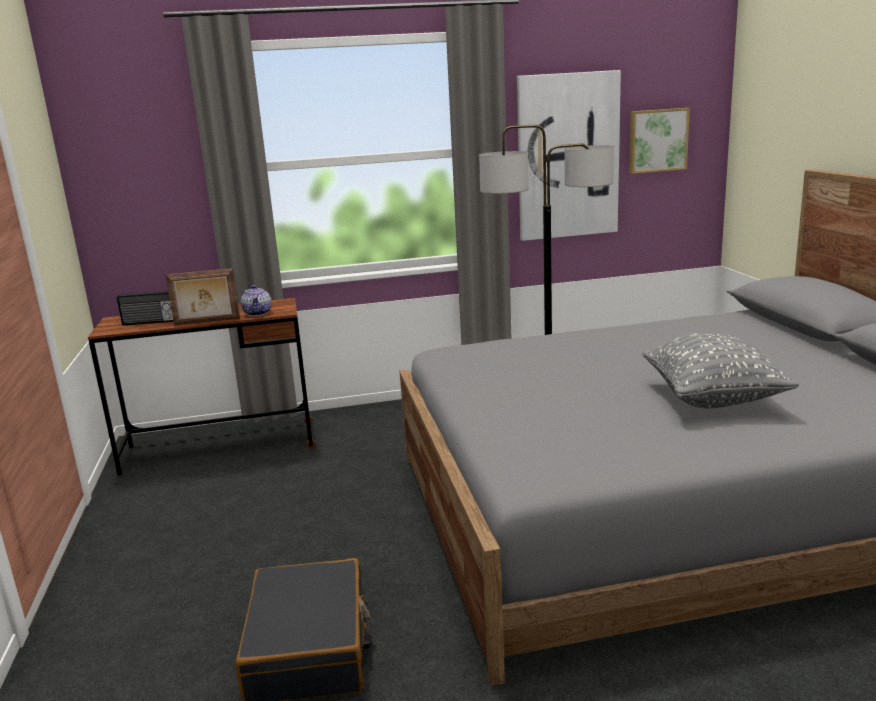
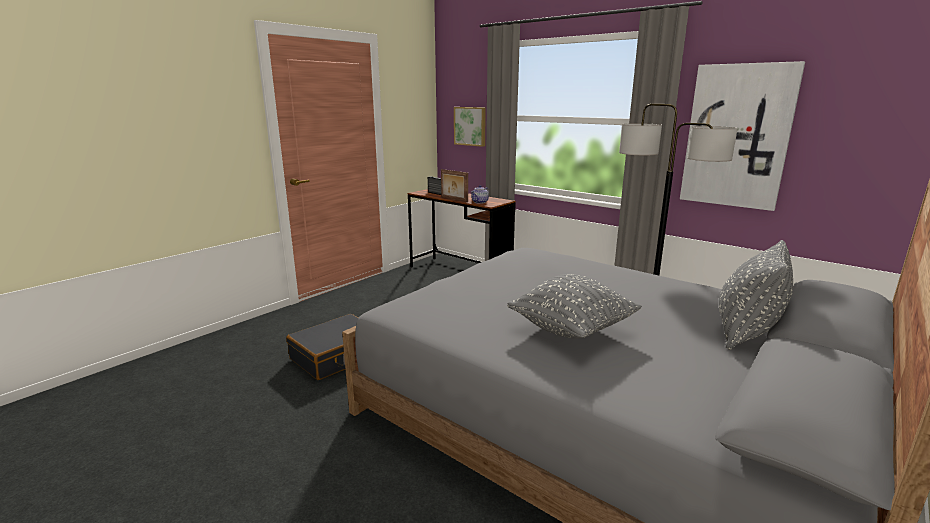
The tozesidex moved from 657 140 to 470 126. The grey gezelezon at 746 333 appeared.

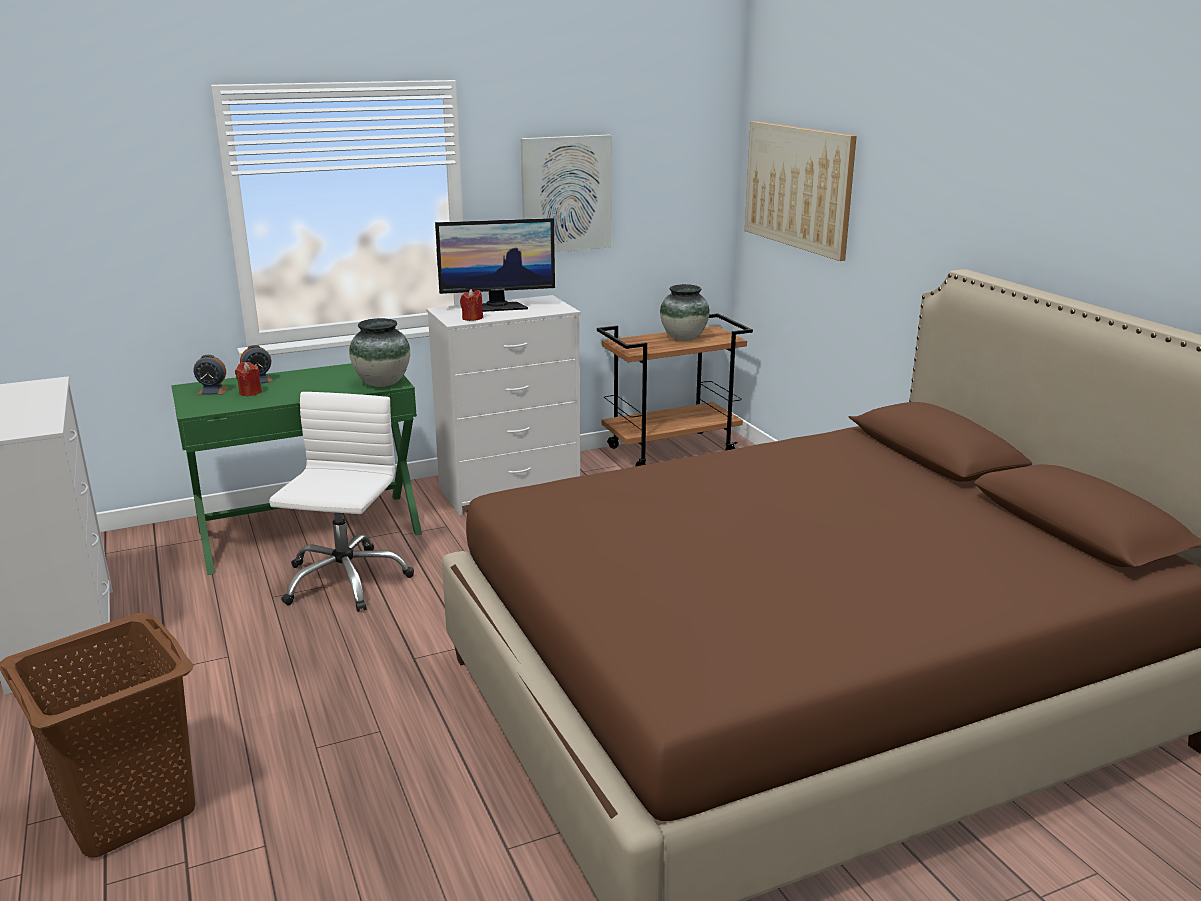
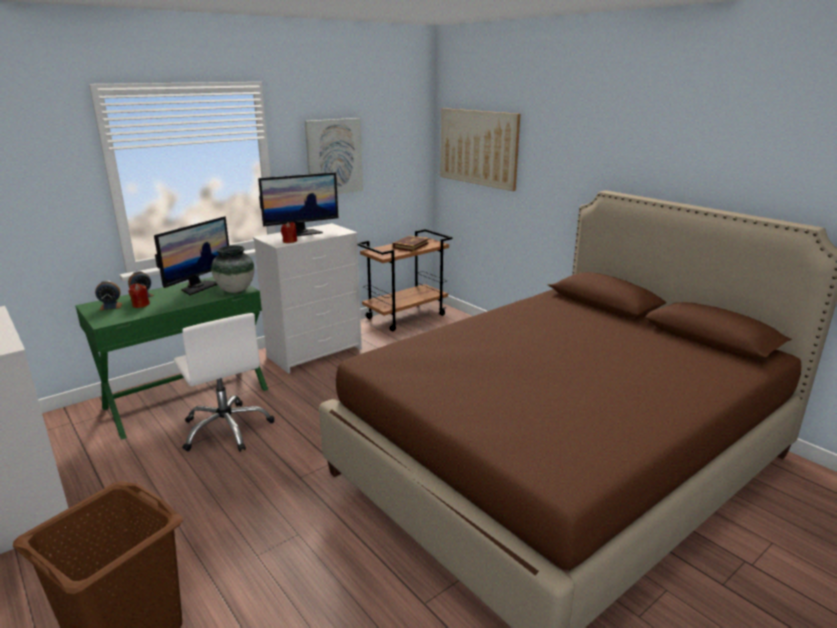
The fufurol at 198 287 appeared. The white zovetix at 345 580 turned 150 degrees clockwise. The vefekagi at 684 338 was replaced by the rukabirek at 410 246.

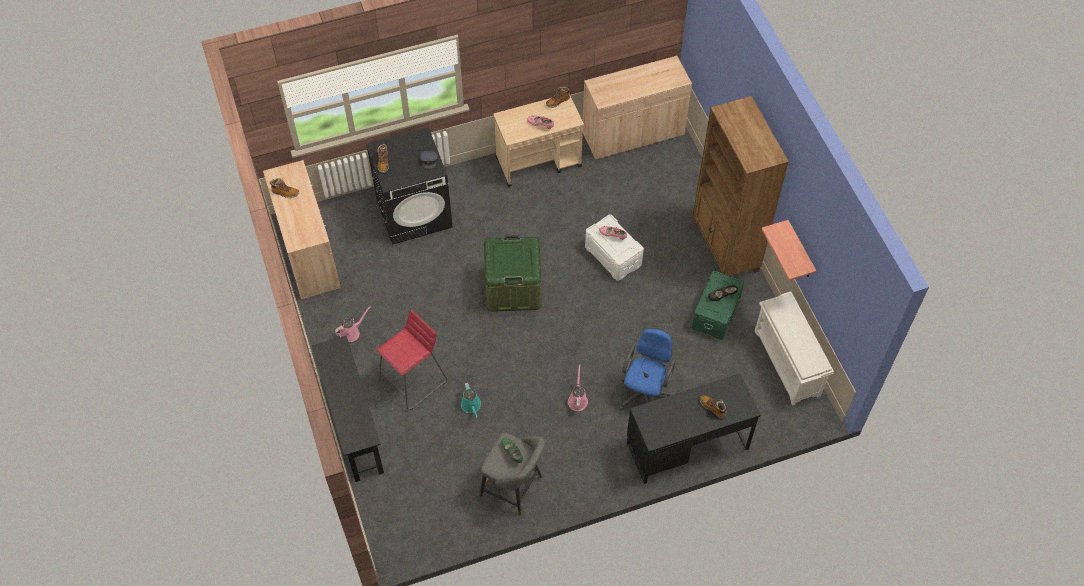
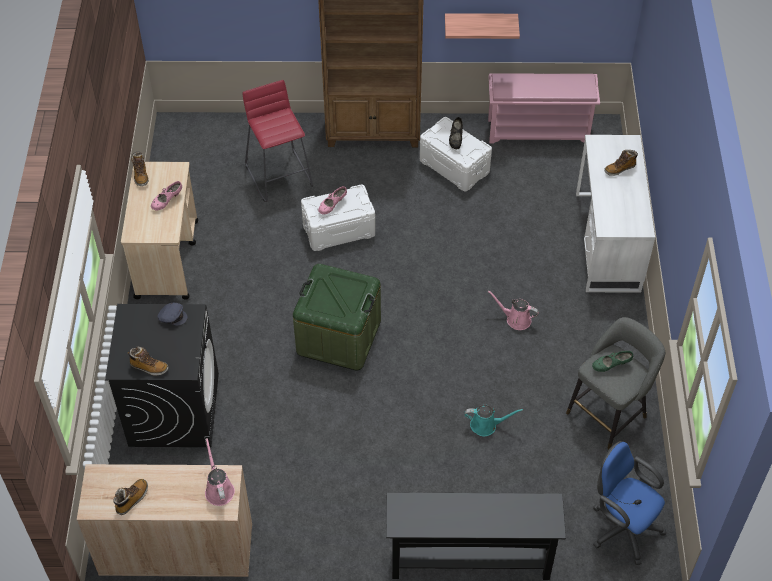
The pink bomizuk moved from 351 332 to 218 489. The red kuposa moved from 414 381 to 279 175. The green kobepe at 716 313 became the white kobepe at 454 166. The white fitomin at 788 363 became the pink fitomin at 539 130. The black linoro at 687 445 became the white linoro at 607 242. The blue zovetix moved from 645 392 to 621 527. The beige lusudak at 633 134 disappeared.

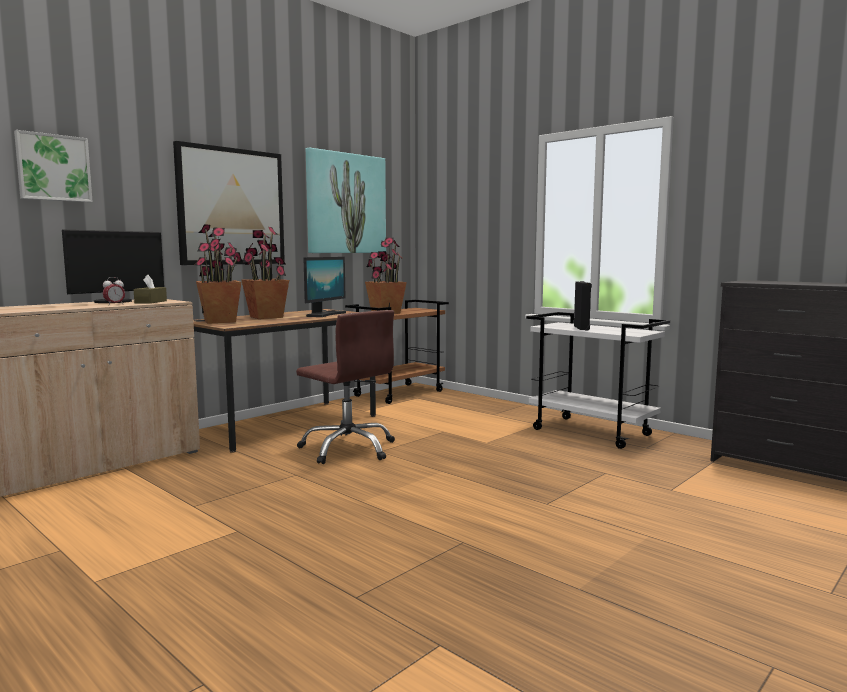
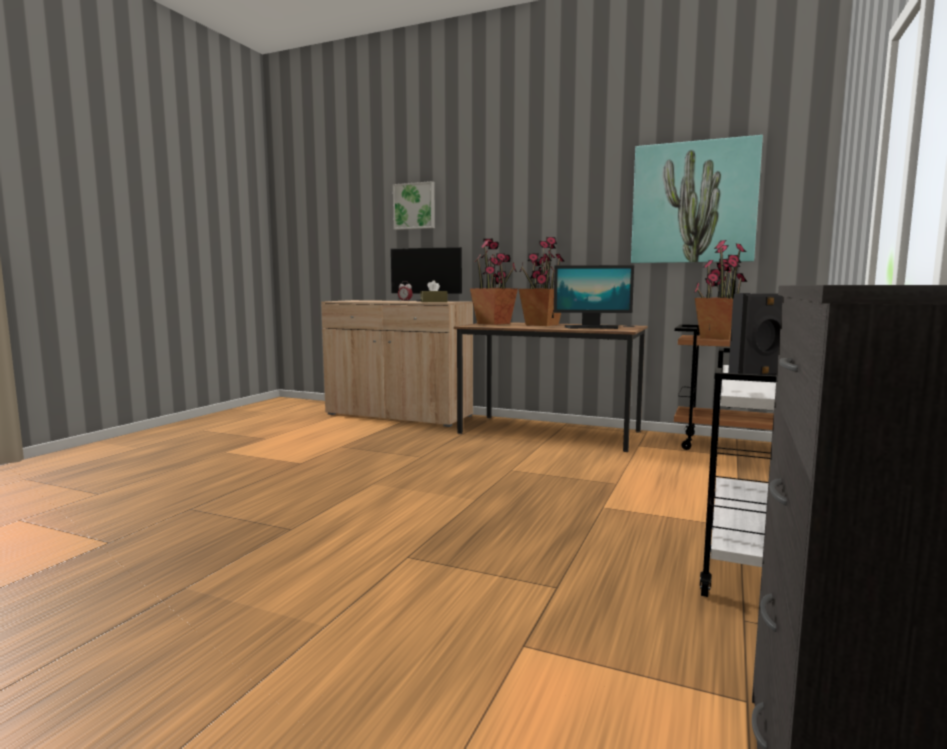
The tozesidex at 231 207 disappeared. The brown zovetix at 348 449 disappeared.

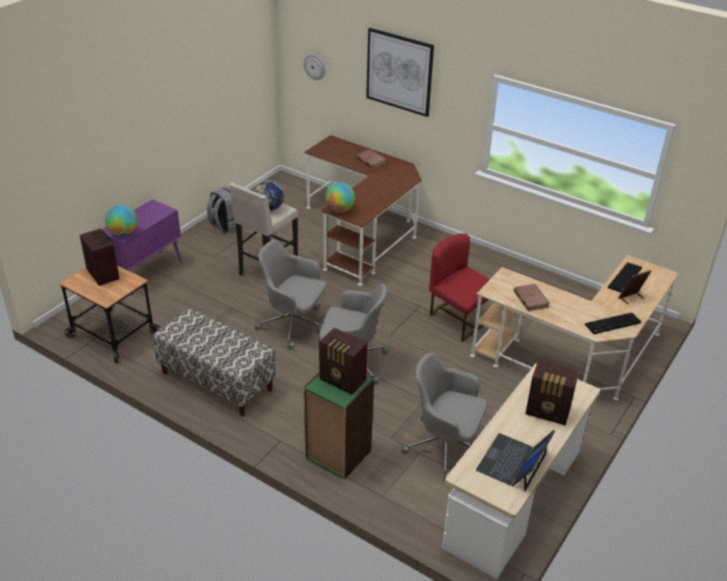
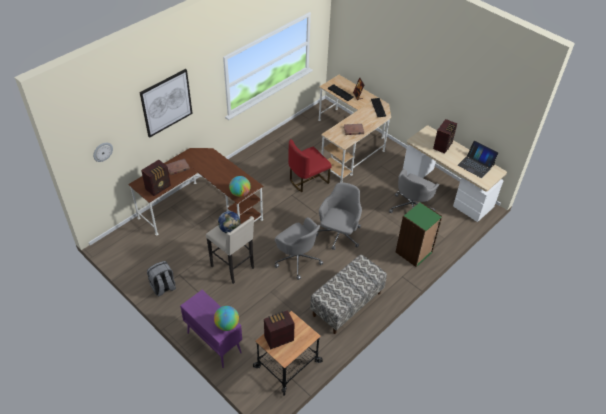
The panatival moved from 343 381 to 159 187. The grey zovetix at 293 325 turned 75 degrees counterclockwise.

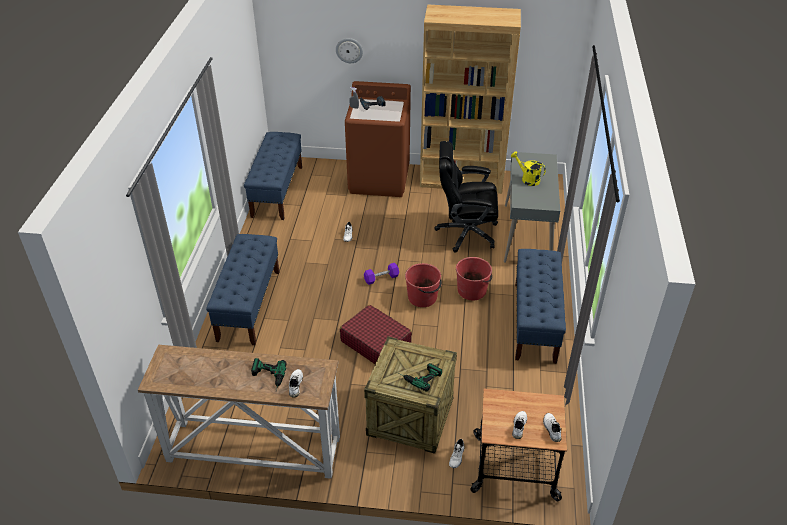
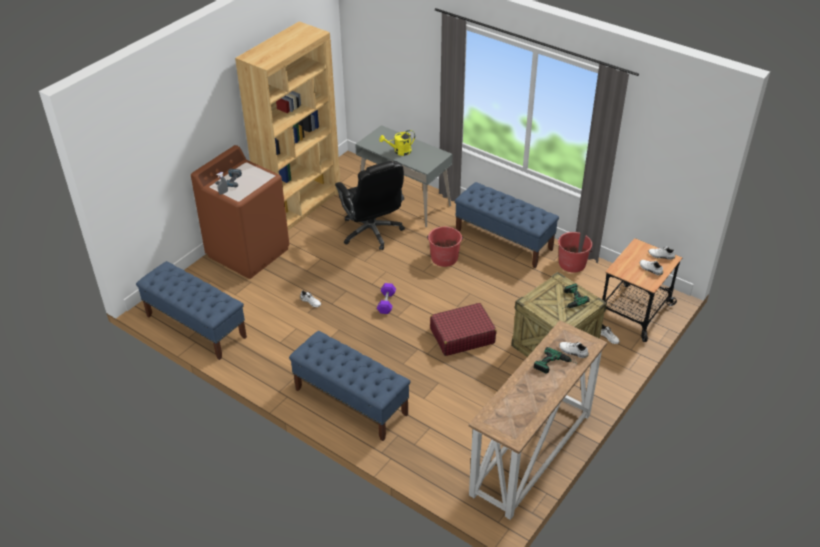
The black zovetix at 465 233 turned 60 degrees counterclockwise. The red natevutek moved from 423 297 to 572 263. The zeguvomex at 349 50 disappeared.

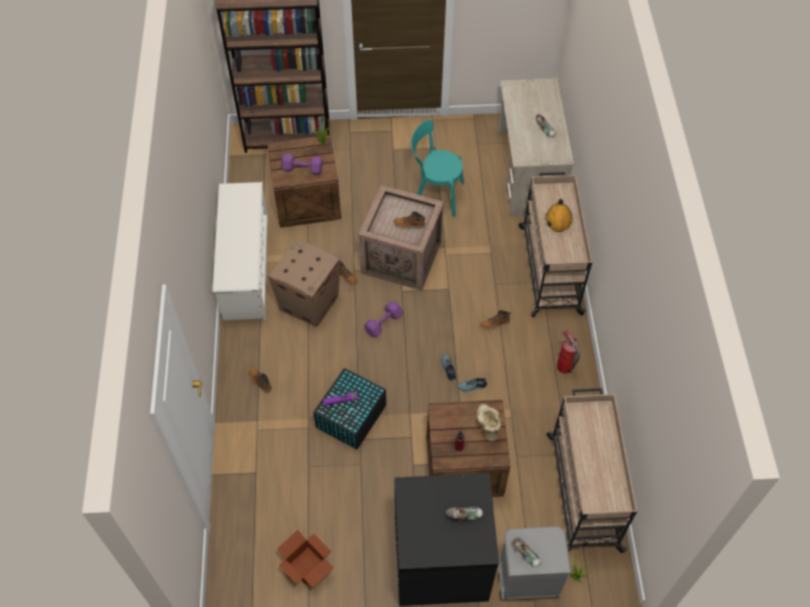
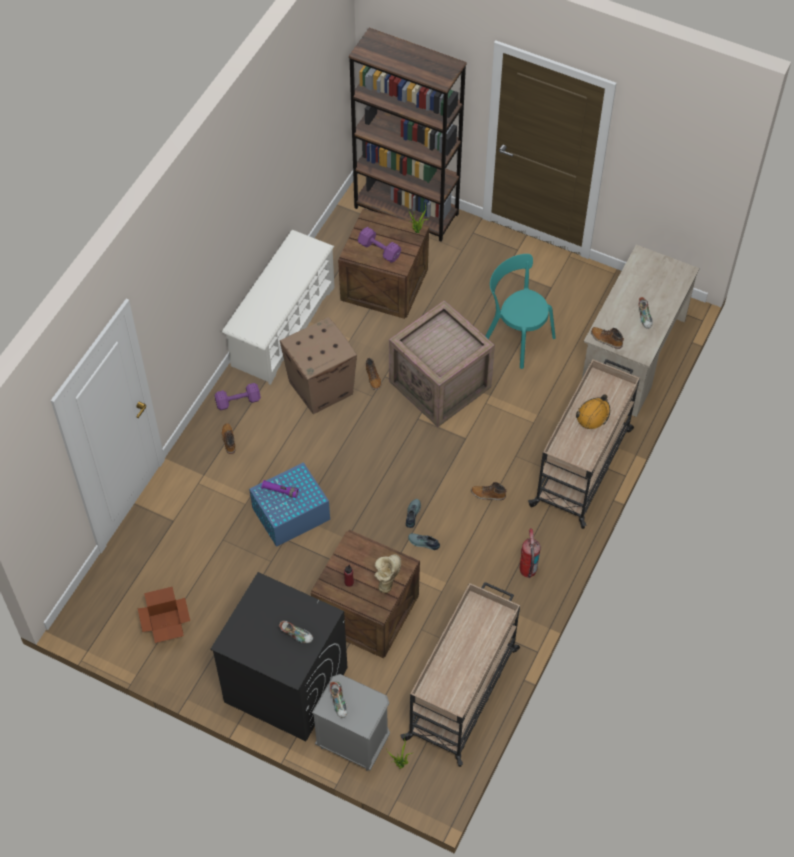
The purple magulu moved from 382 324 to 237 401. The black kobepe at 350 417 became the blue kobepe at 289 514. The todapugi moved from 409 224 to 606 339.

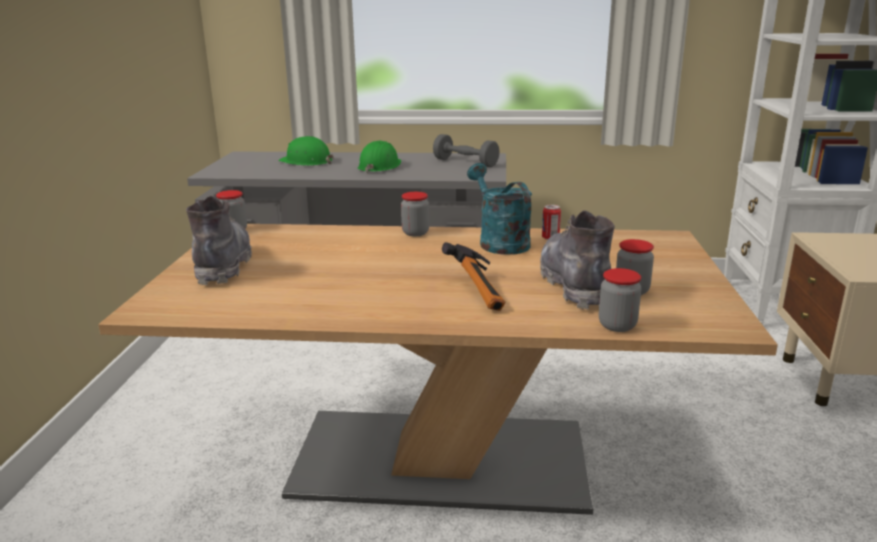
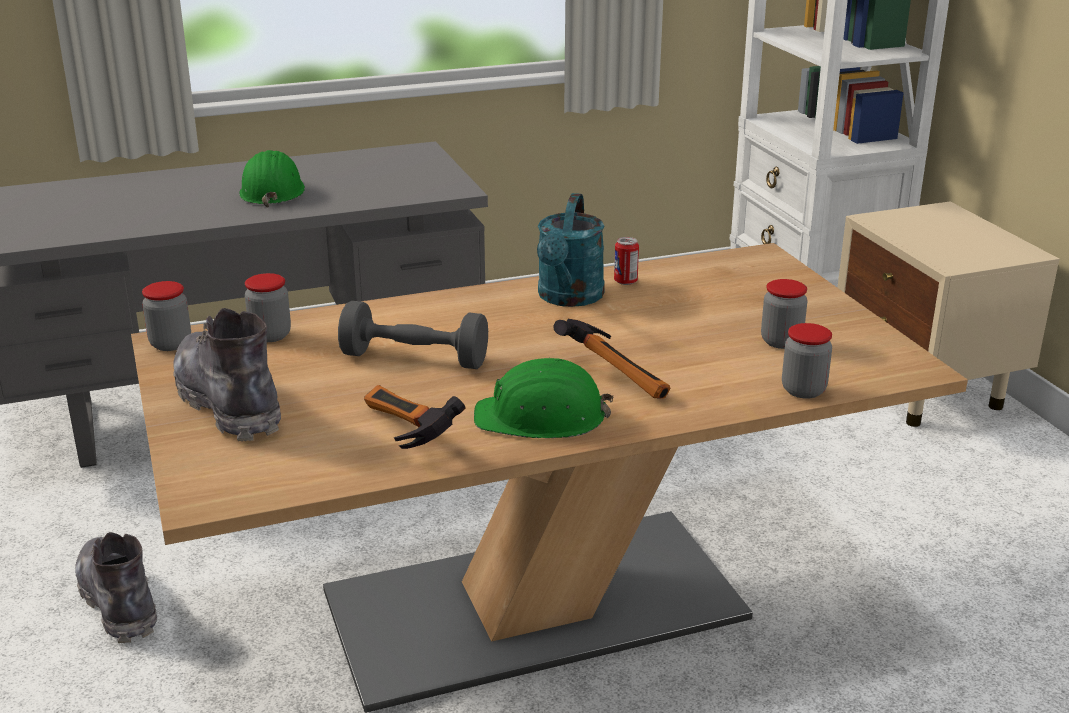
The grey todapugi moved from 574 285 to 119 602. The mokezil moved from 415 233 to 270 335. The grey magulu moved from 465 162 to 414 359. The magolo at 400 435 appeared. The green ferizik moved from 306 161 to 541 417. The turquoise bomizuk at 499 242 turned 120 degrees counterclockwise.

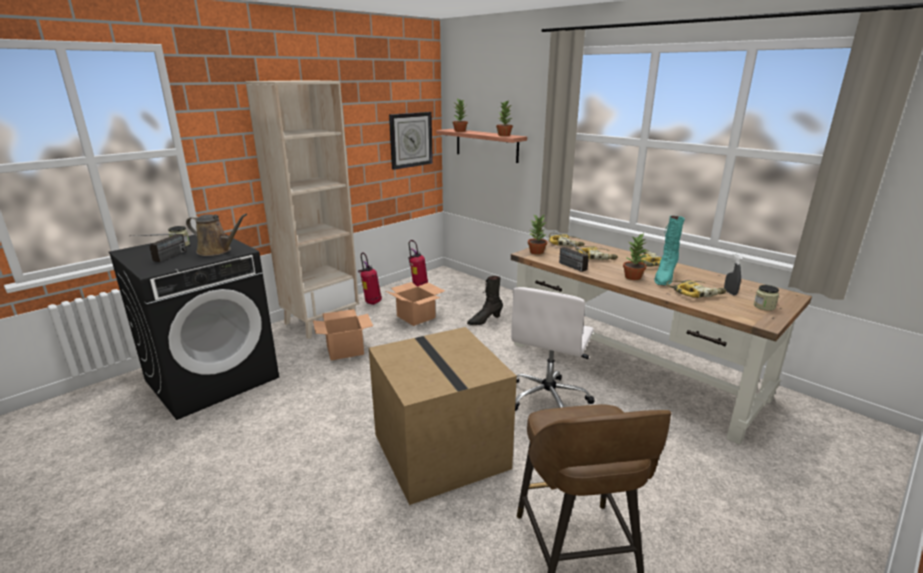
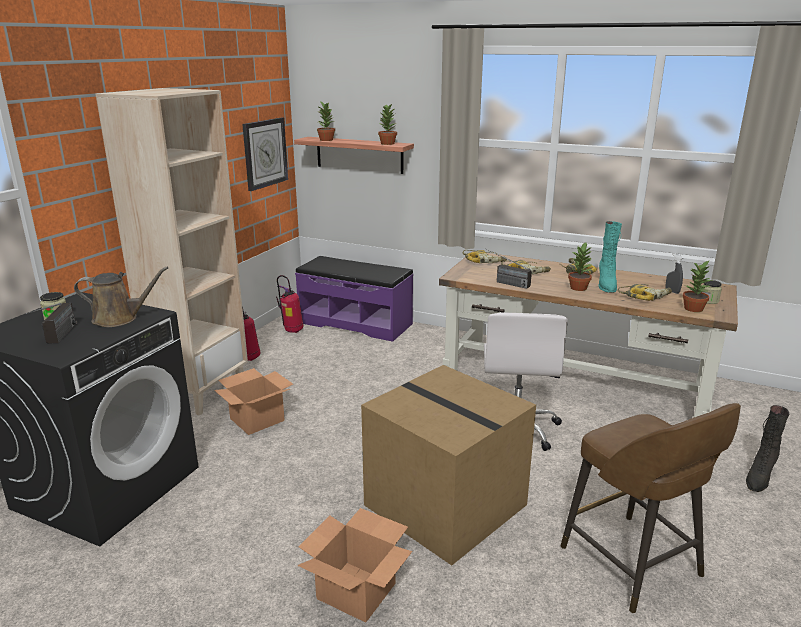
The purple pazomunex at 356 323 appeared. The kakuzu moved from 415 317 to 355 591. The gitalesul moved from 537 252 to 694 309. The black todapugi moved from 484 320 to 759 477.

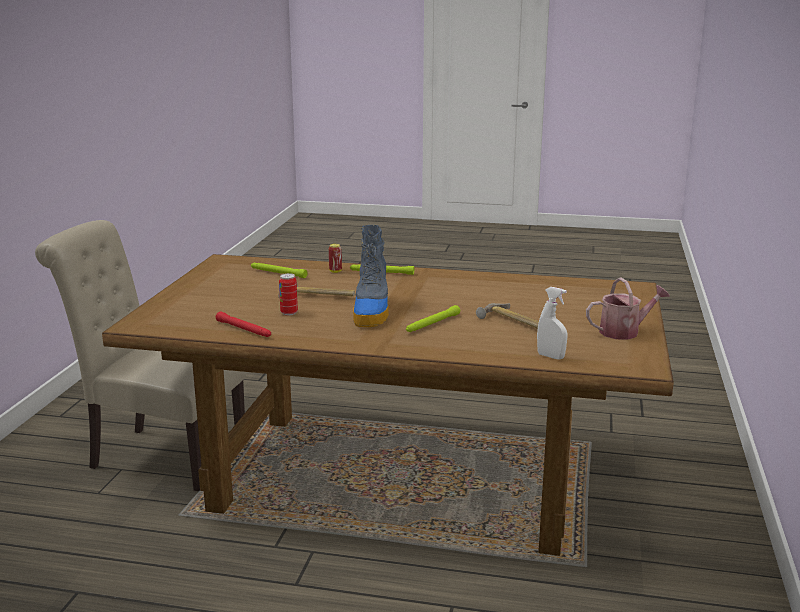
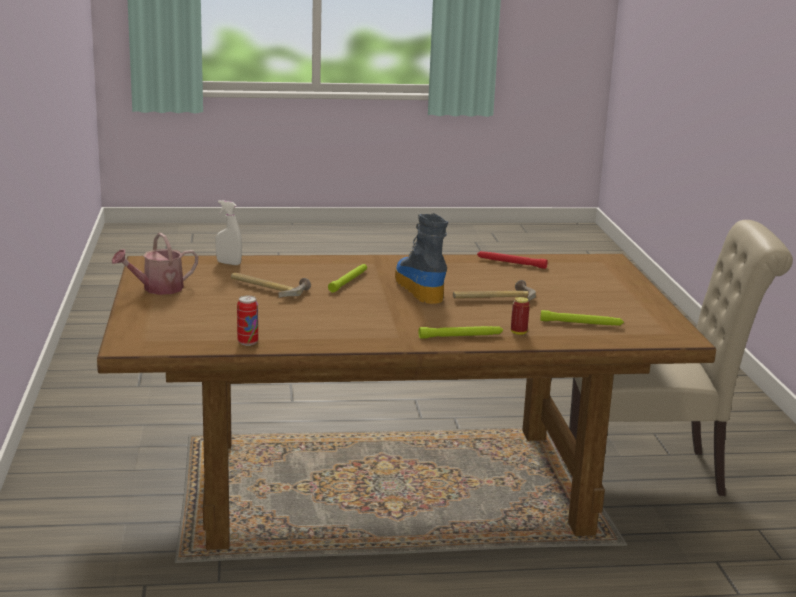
The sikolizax moved from 289 313 to 247 342.

